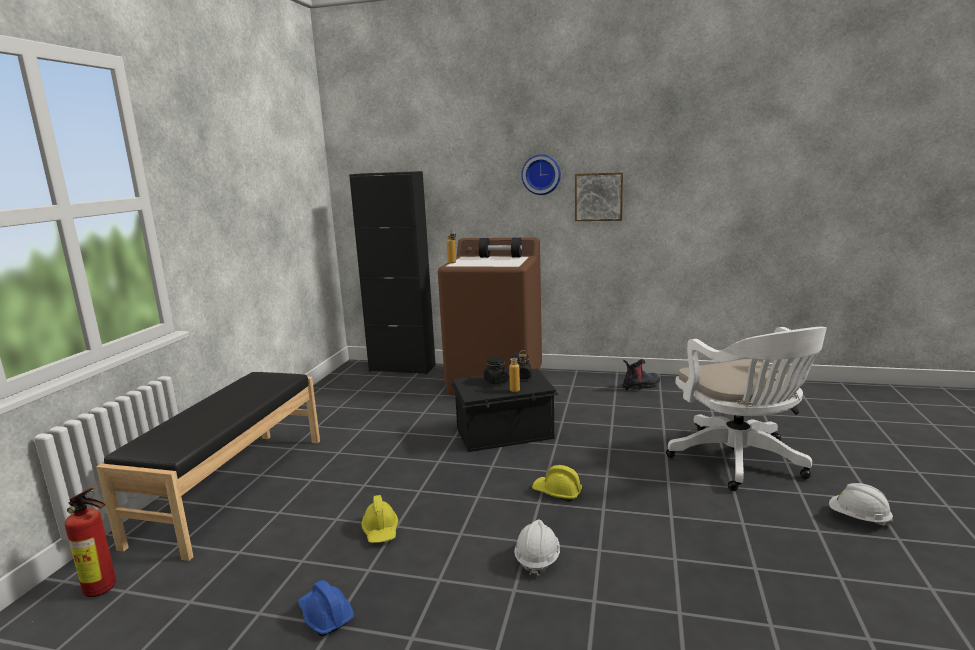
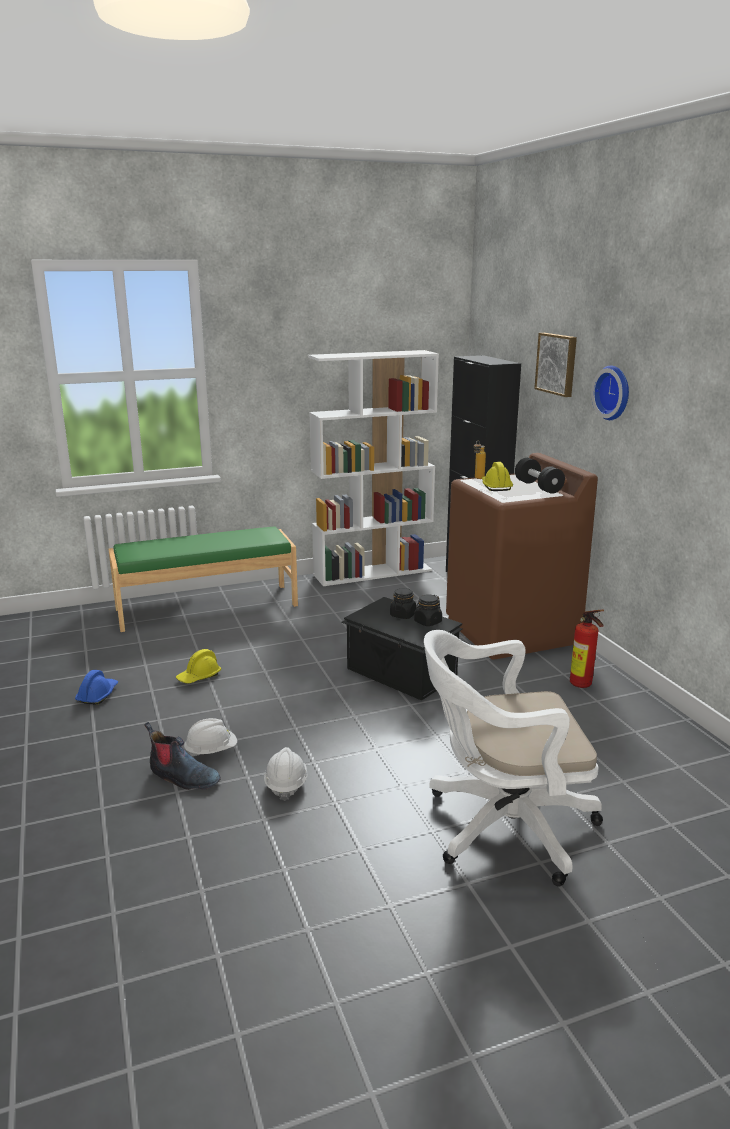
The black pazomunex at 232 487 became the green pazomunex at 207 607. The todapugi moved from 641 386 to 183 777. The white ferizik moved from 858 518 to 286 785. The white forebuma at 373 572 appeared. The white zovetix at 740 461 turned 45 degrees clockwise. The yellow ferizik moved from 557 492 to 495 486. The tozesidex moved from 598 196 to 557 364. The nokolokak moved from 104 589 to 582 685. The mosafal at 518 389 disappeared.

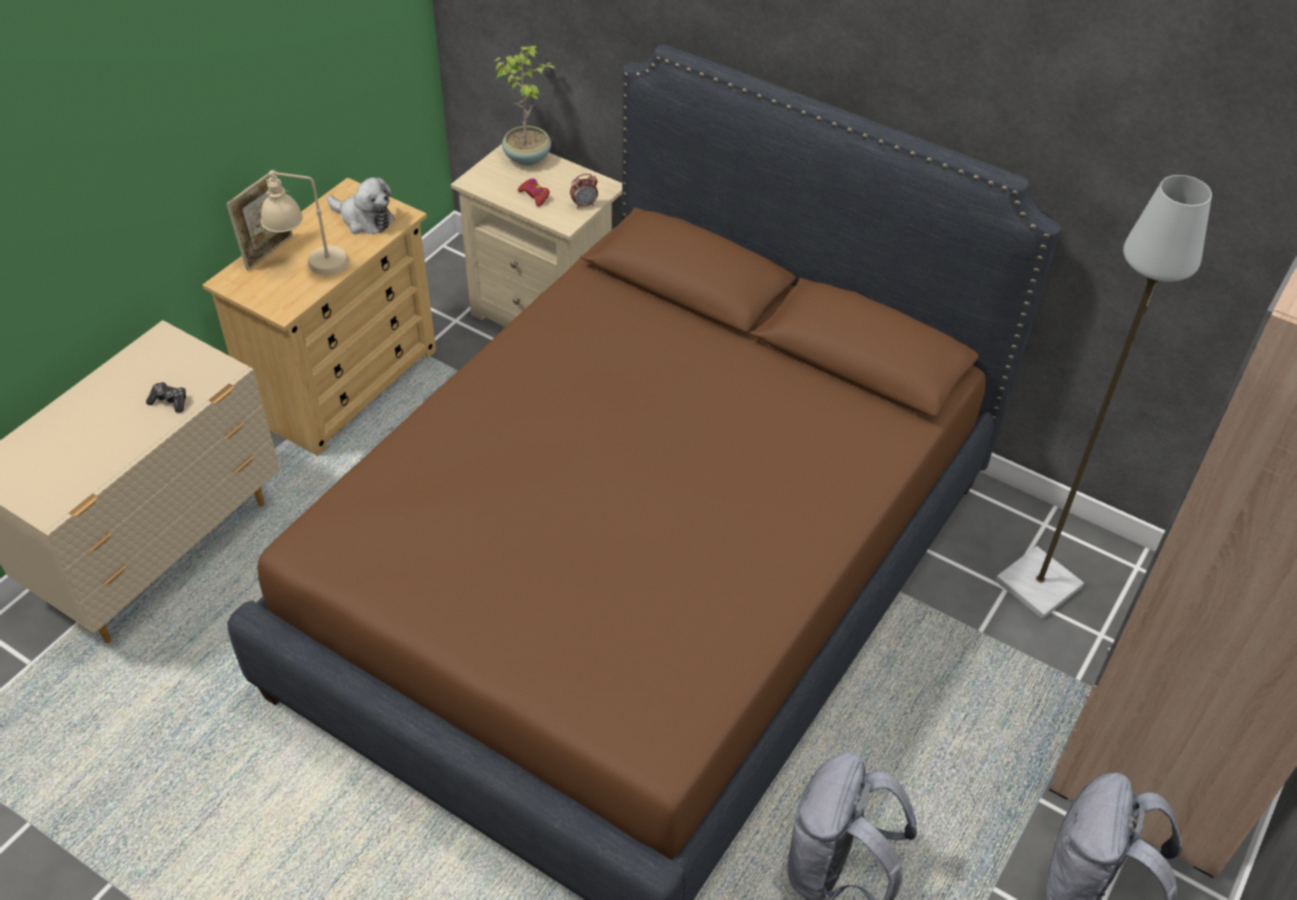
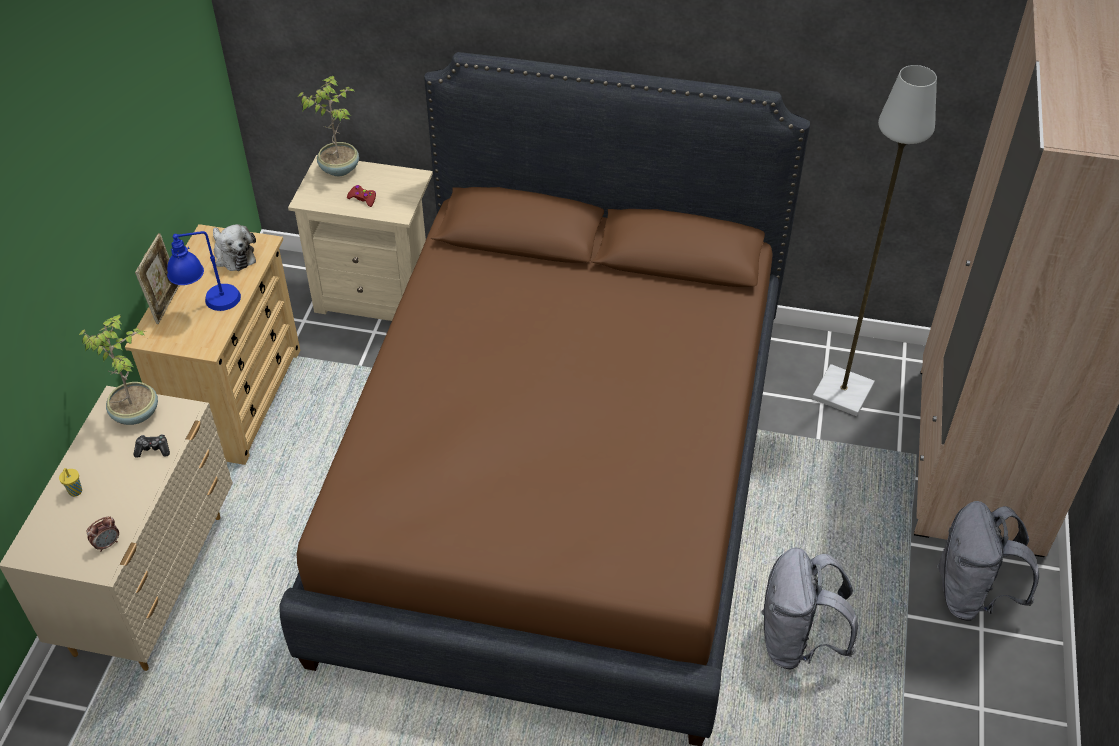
The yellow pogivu at 75 492 appeared. The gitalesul at 136 412 appeared. The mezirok moved from 584 205 to 107 544. The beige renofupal at 310 267 became the blue renofupal at 210 306. The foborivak at 364 219 turned 45 degrees clockwise.

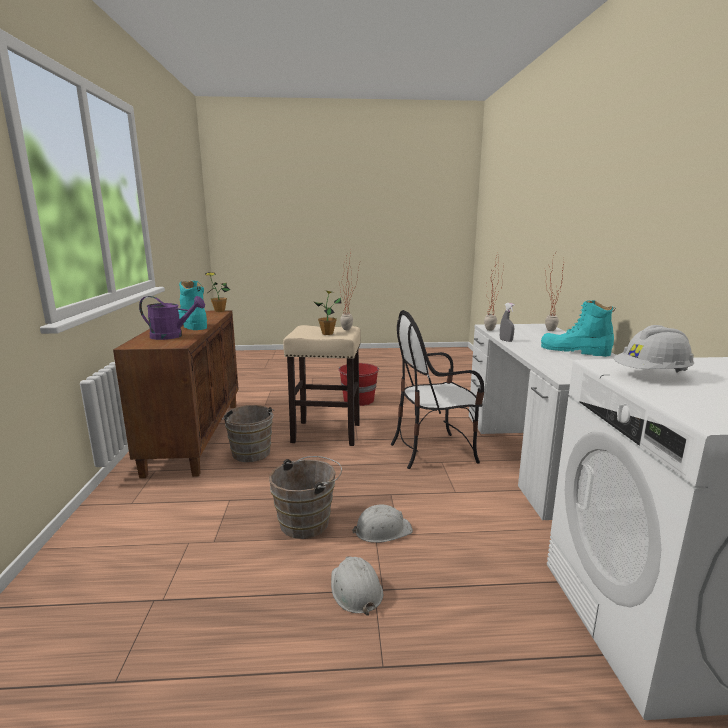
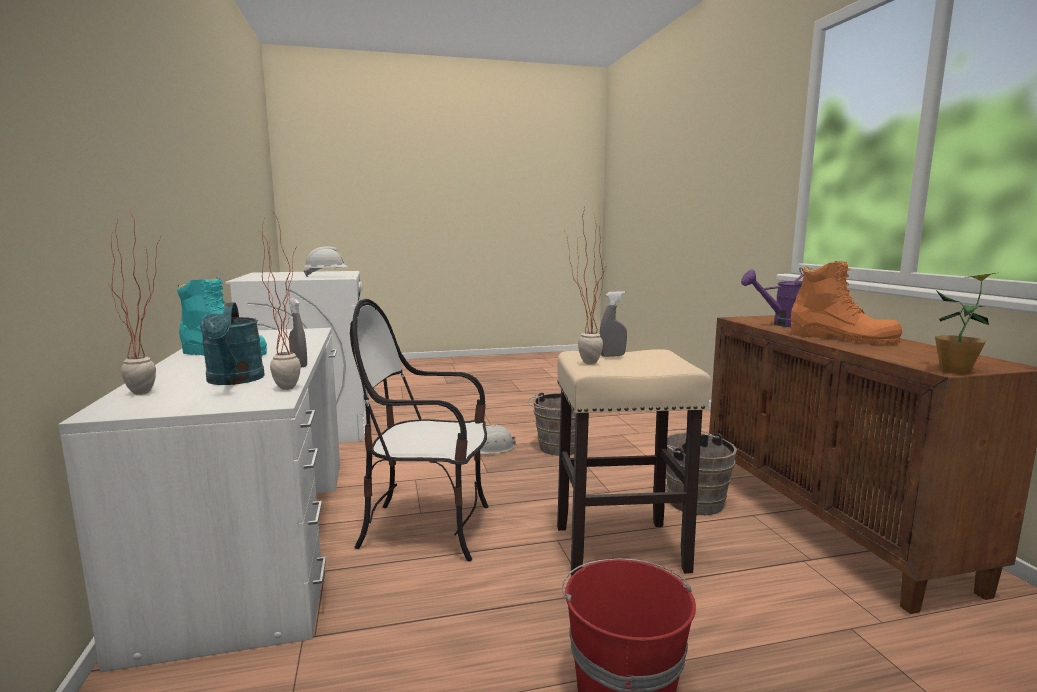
The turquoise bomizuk at 234 380 appeared. The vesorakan at 433 451 turned 150 degrees counterclockwise. The gitalesul at 327 333 was replaced by the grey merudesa at 612 356. The turquoise todapugi at 190 325 became the orange todapugi at 842 338. The white ferizik at 355 589 disappeared.

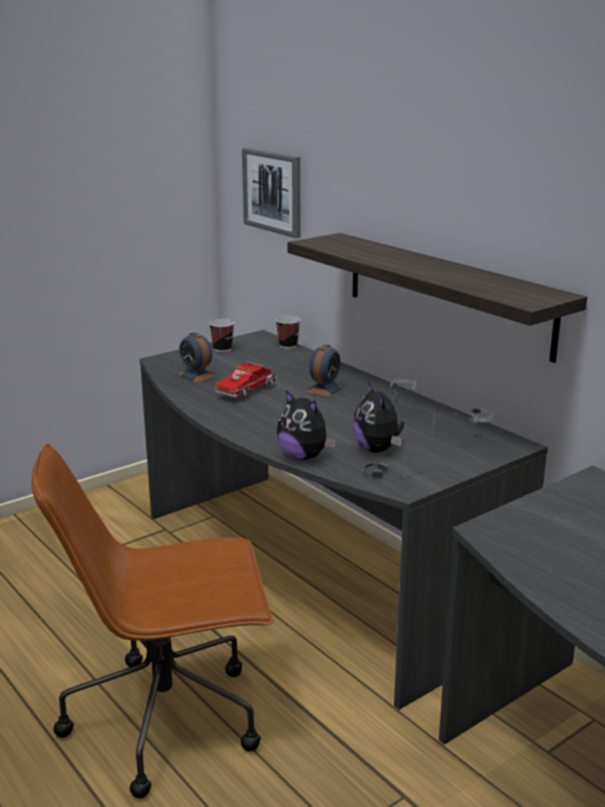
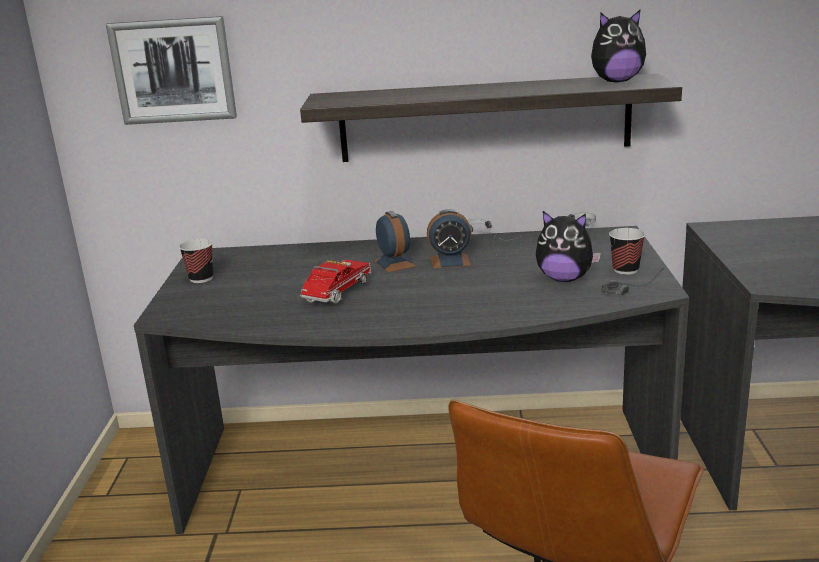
The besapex at 248 390 turned 135 degrees counterclockwise. The mezirok moved from 196 375 to 450 261. The foborivak moved from 304 456 to 616 81. The pogivu moved from 288 346 to 625 270.

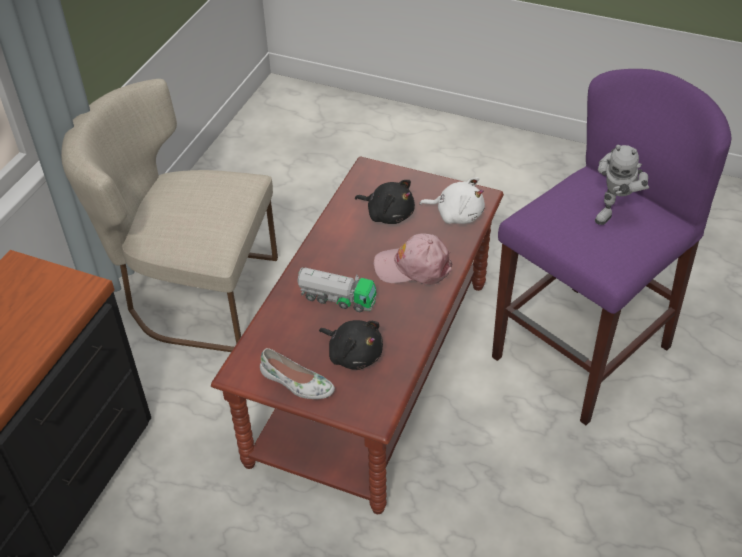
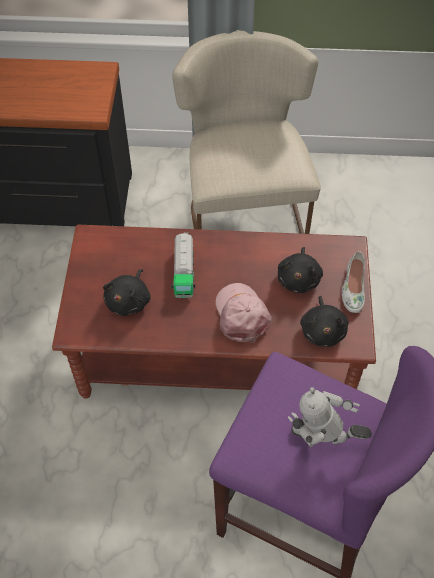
The white foborivak at 456 214 became the black foborivak at 323 330. The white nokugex moved from 296 383 to 353 288.

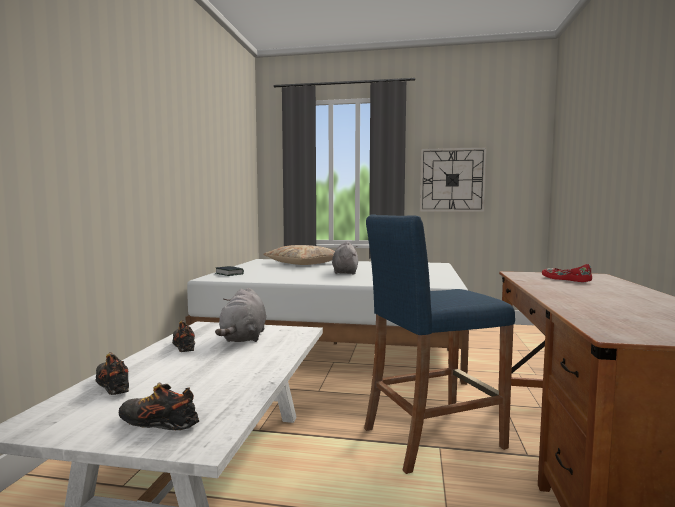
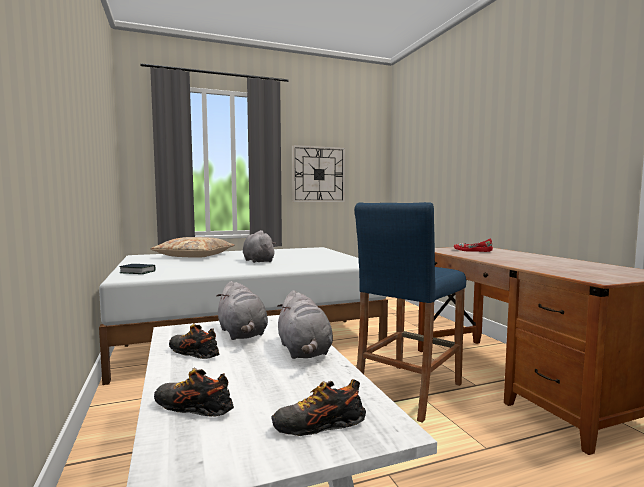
The grey foborivak at 304 351 appeared.

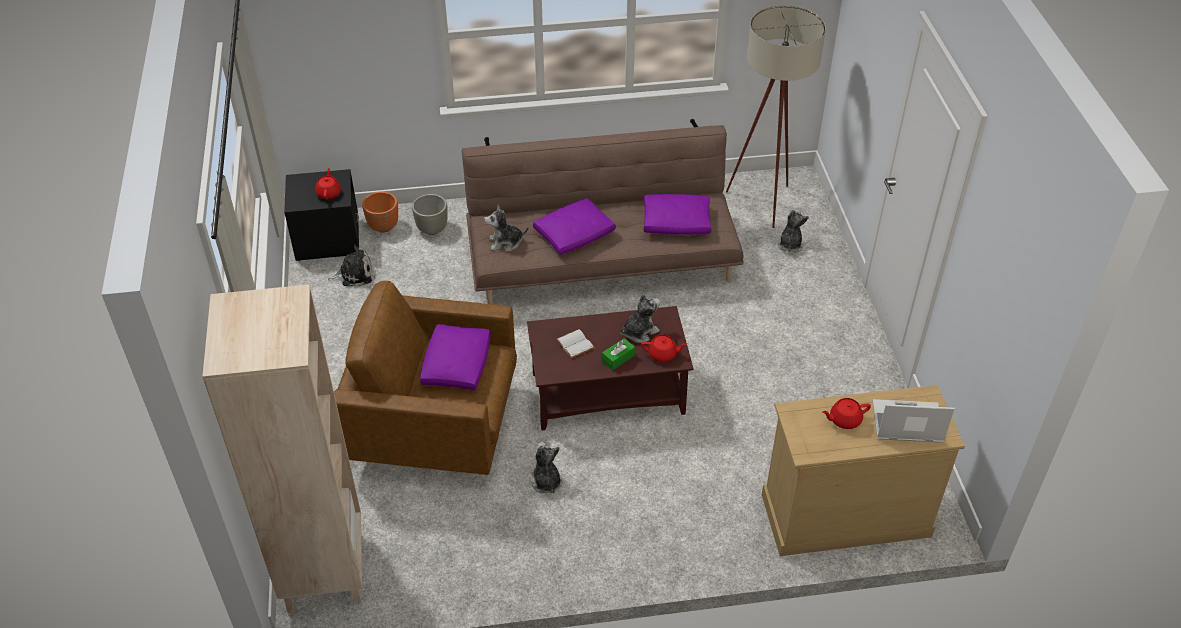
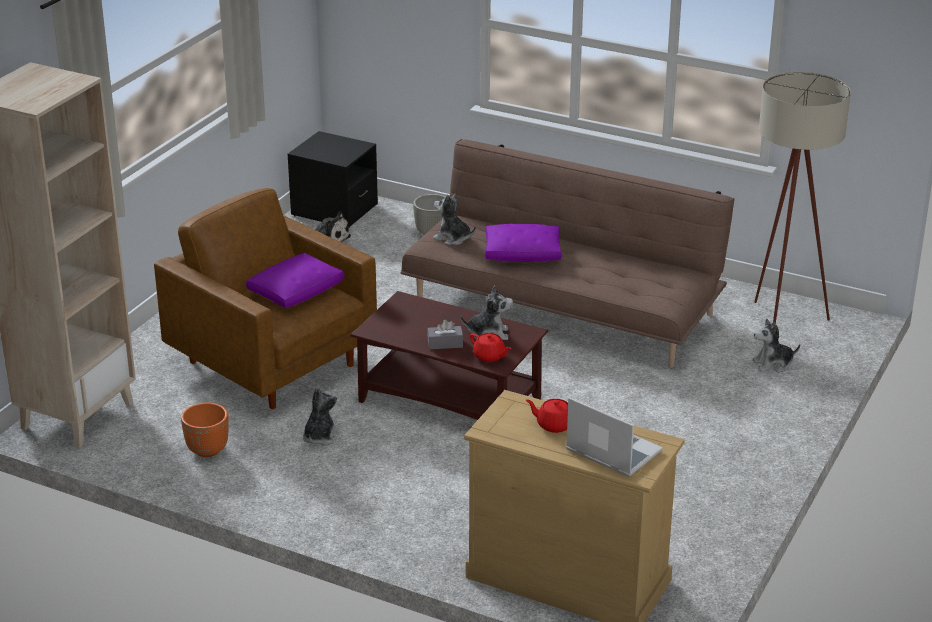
The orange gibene moved from 383 227 to 207 450. The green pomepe at 618 358 became the grey pomepe at 445 344. The foborivak at 790 244 turned 150 degrees counterclockwise. The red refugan at 329 193 disappeared. The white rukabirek at 573 344 disappeared. The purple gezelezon at 677 222 disappeared.

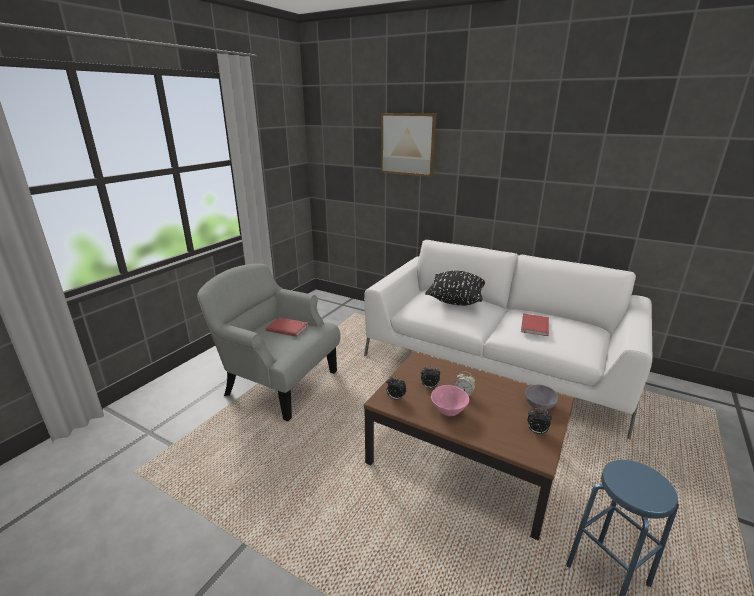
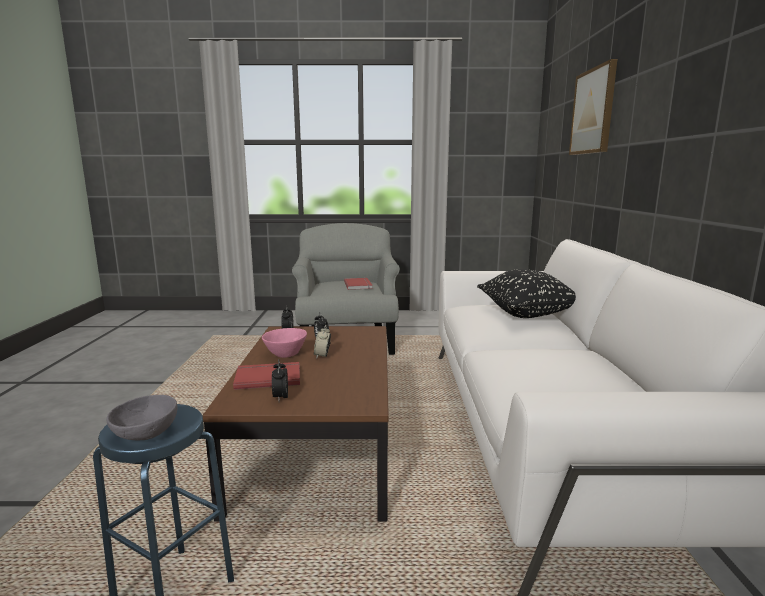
The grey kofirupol moved from 540 405 to 145 434. The red rukabirek moved from 533 326 to 268 377.

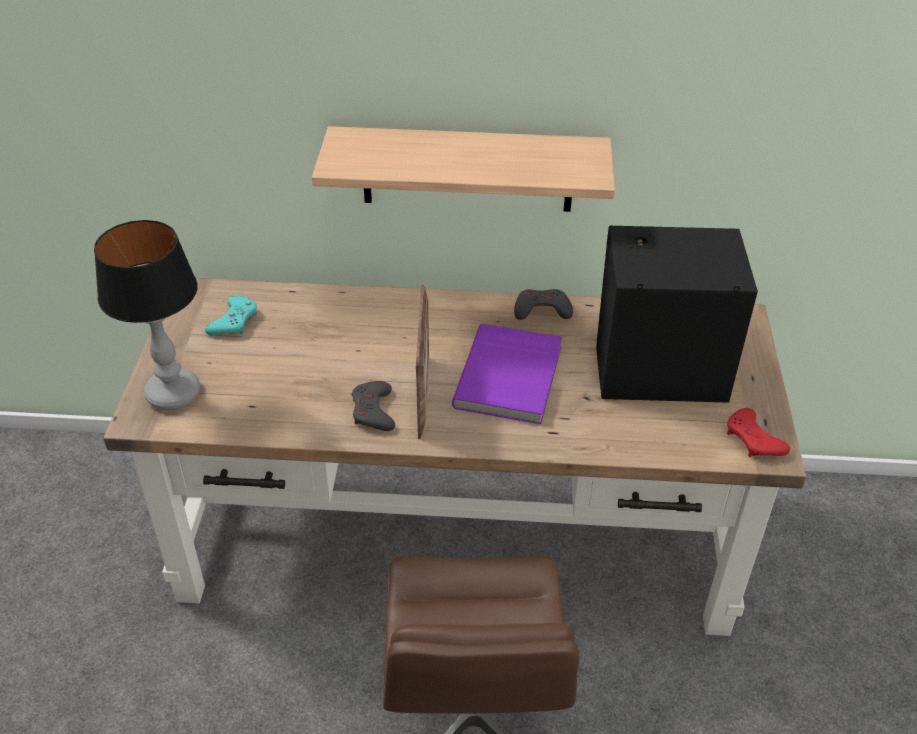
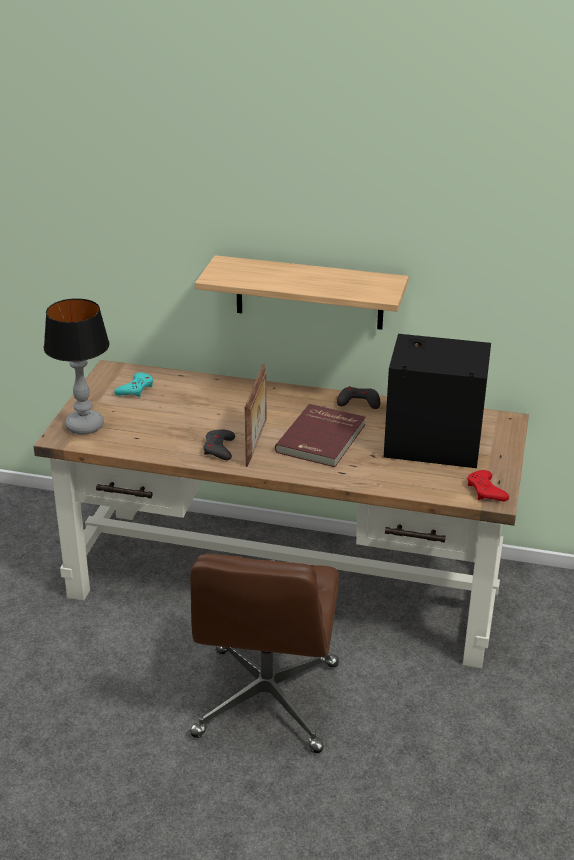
The purple rukabirek at 511 377 became the red rukabirek at 322 439.

